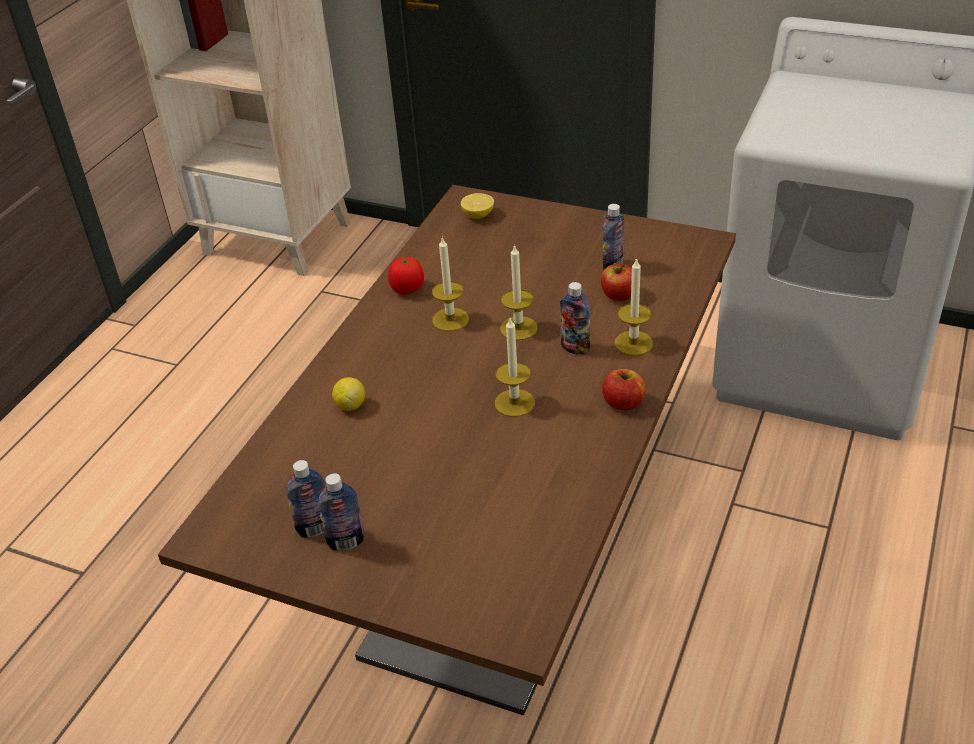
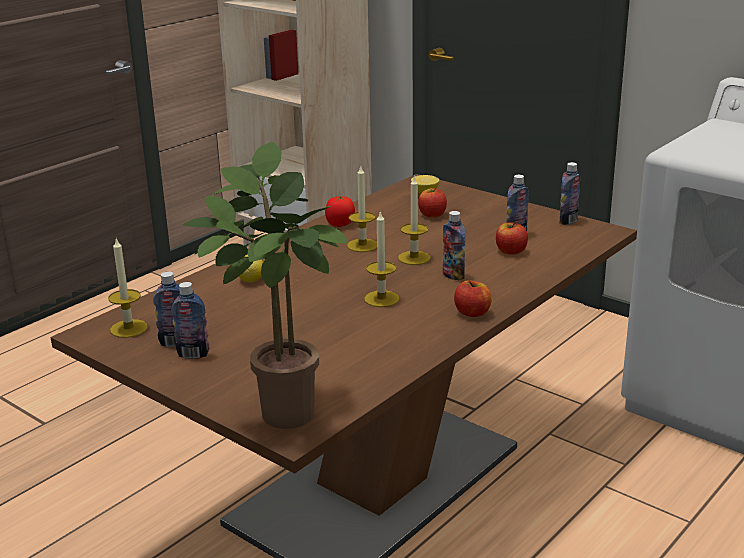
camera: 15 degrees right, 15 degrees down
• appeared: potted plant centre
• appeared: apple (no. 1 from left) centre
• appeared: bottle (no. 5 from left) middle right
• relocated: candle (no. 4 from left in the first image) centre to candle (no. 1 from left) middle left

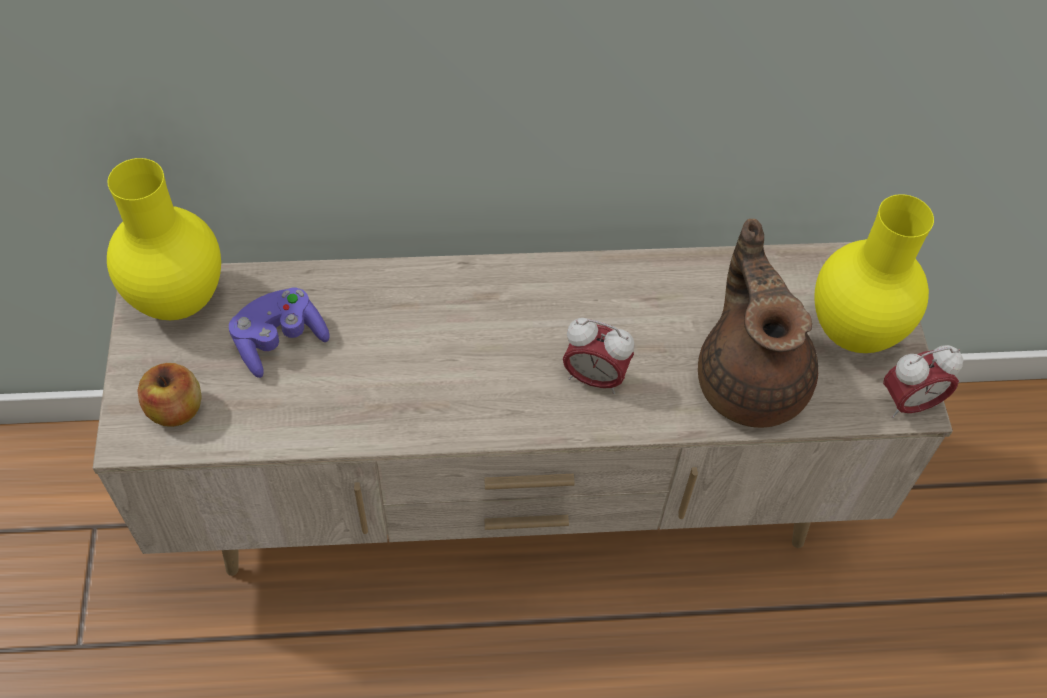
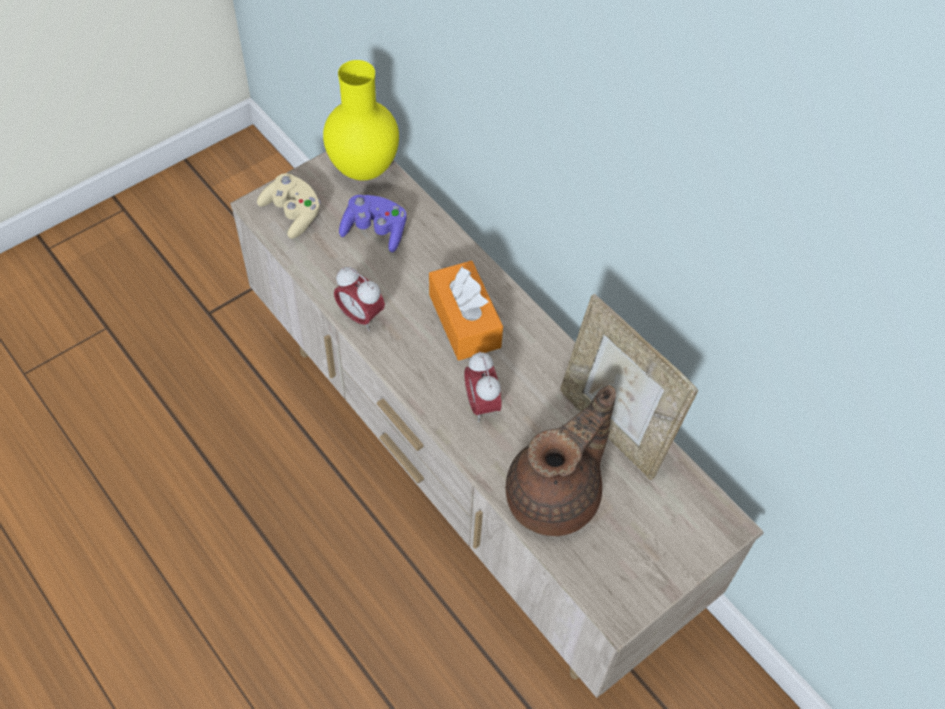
camera: 55 degrees right, 0 degrees up
• missing: yellow vase (no. 2 from left) middle right
• appeared: orange tissue box centre
• appeared: picture frame centre
• relocated: alarm clock (no. 2 from left in the first image) middle right to alarm clock (no. 1 from left) centre
• exchanged: apple middle left to beige game controller top left

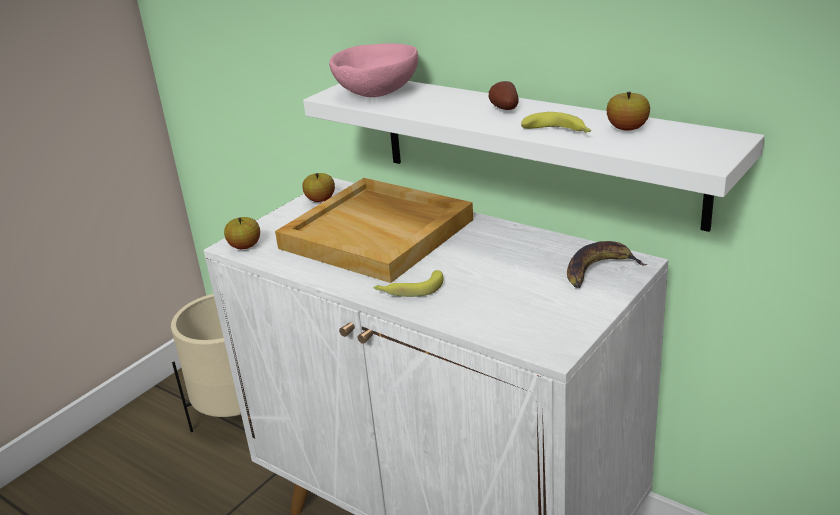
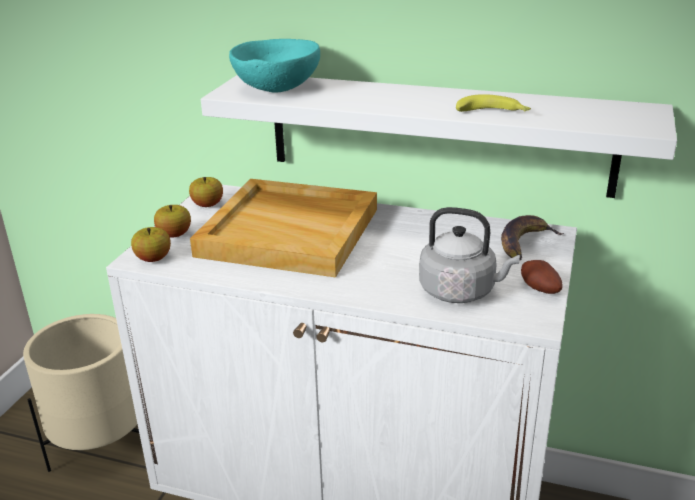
camera: 20 degrees left, 0 degrees up
• missing: banana (no. 1 from left) centre
• appeared: grey kettle middle right
• relocated: potato top centre to middle right
• relocated: apple (no. 3 from left in the first image) top right to apple (no. 2 from left) middle left
• colour: pink bowl top centre to turquoise bowl top centre

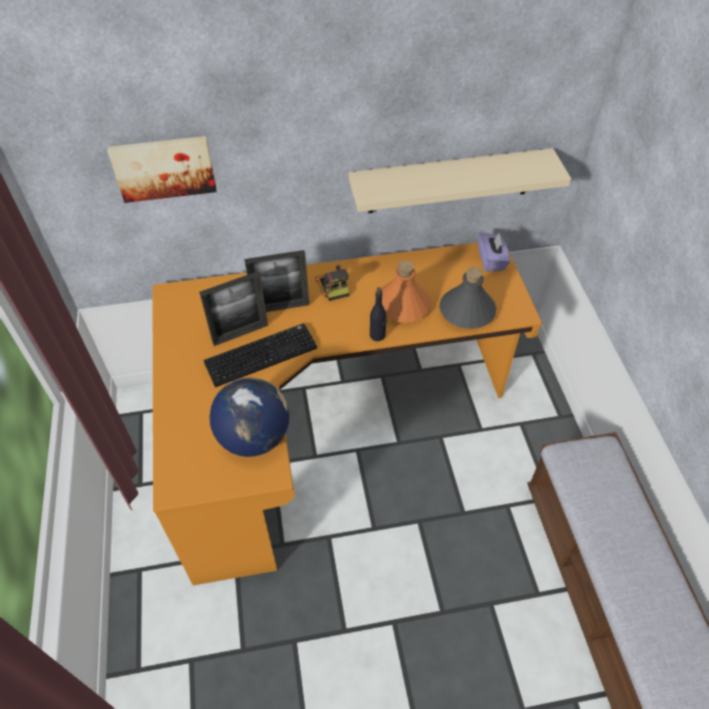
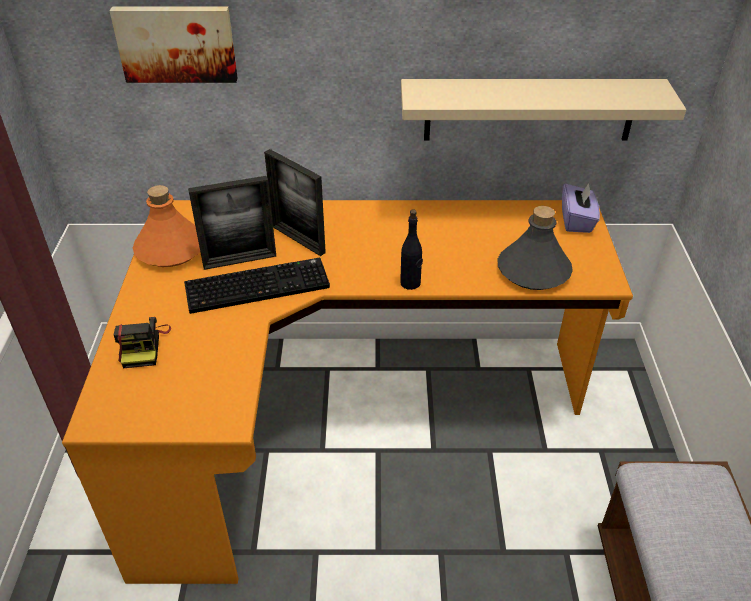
camera: 10 degrees right, 10 degrees down
• missing: globe centre
• relocated: photo camera centre to middle left
• relocated: orange bottle centre to middle left
• spun: picture frame (no. 2 from left) centre = centre 45 degrees clockwise

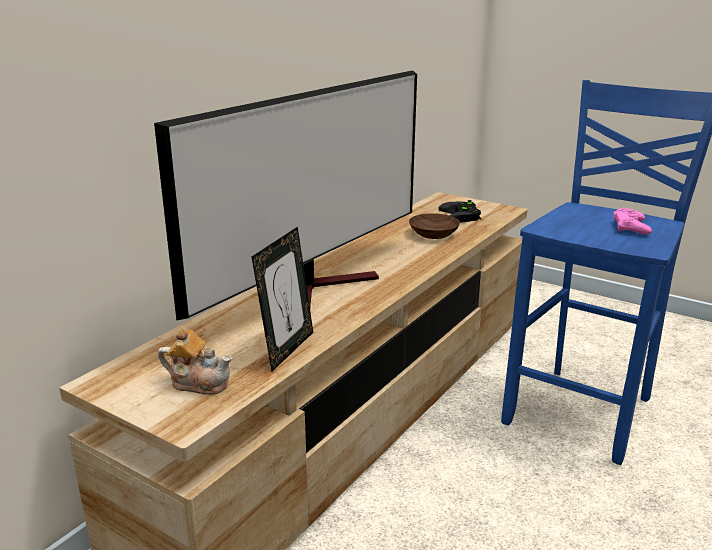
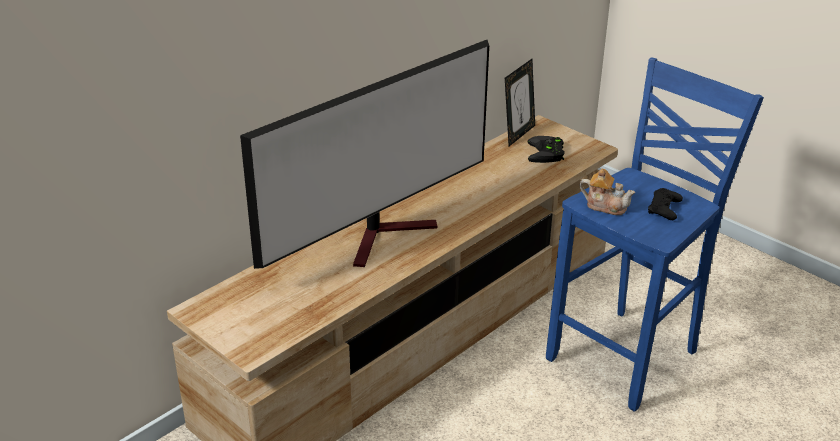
camera: 10 degrees right, 10 degrees up
• missing: brown bowl centre
• relocated: teapot middle left to middle right
• relocated: picture frame centre to top centre
• colour: pink game controller middle right to black game controller (no. 2 from left) middle right

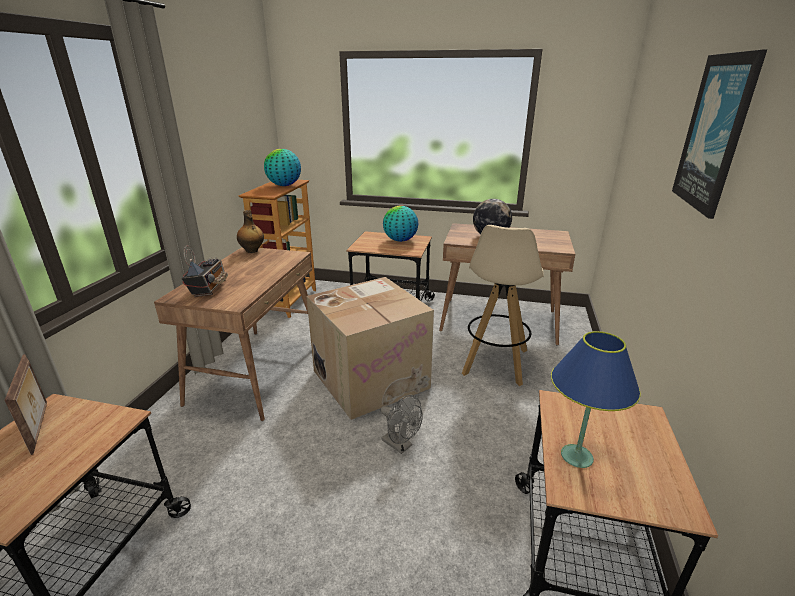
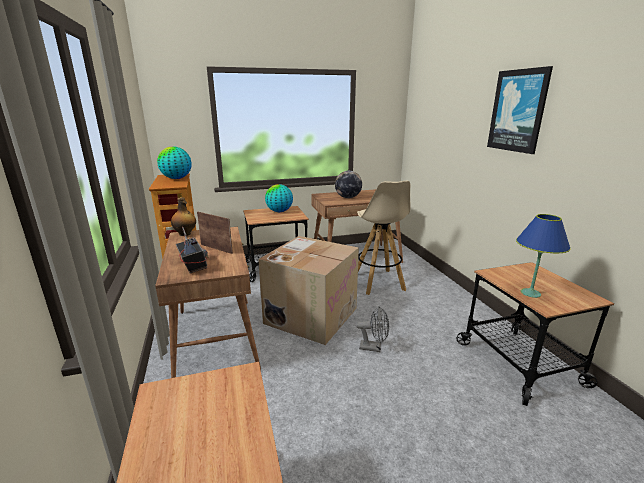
camera: 30 degrees left, 5 degrees down
• relocated: picture frame bottom left to centre

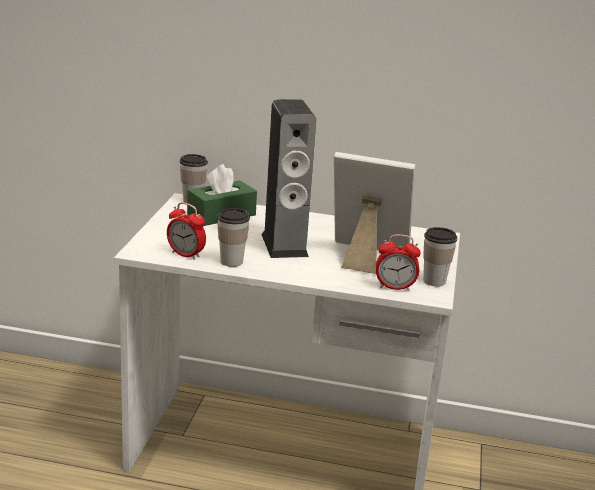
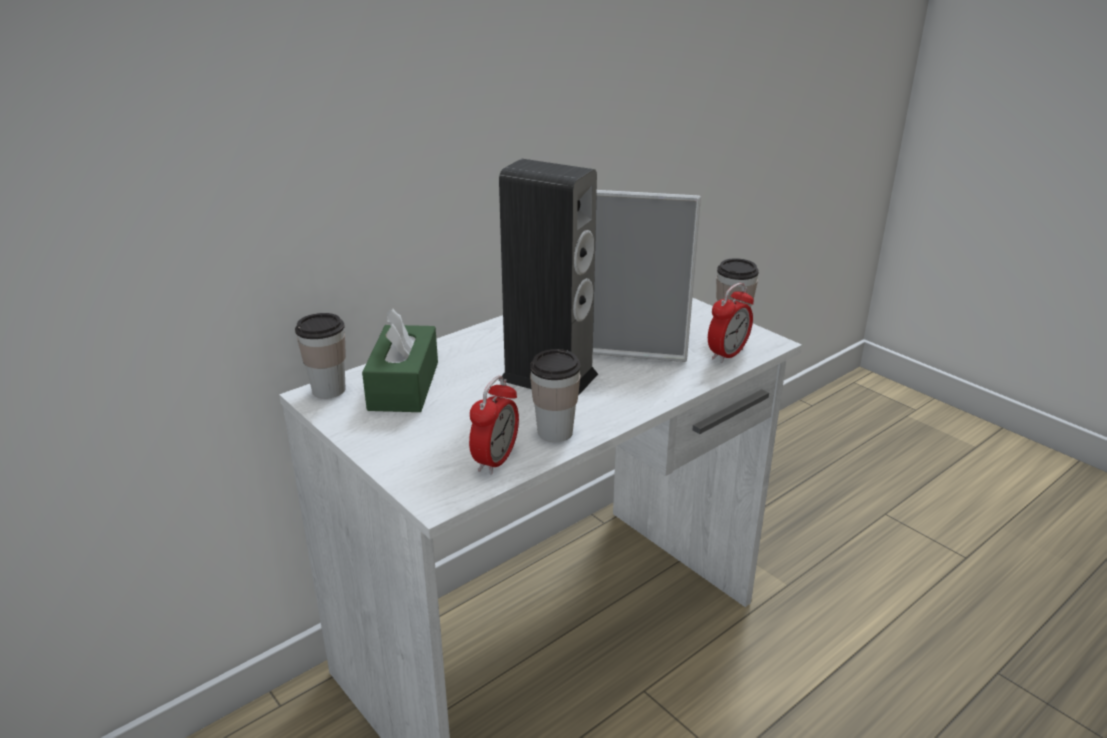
camera: 50 degrees left, 5 degrees up
• spun: alarm clock (no. 1 from left) middle left = centre 45 degrees counterclockwise
• spun: picture frame centre = centre 135 degrees counterclockwise

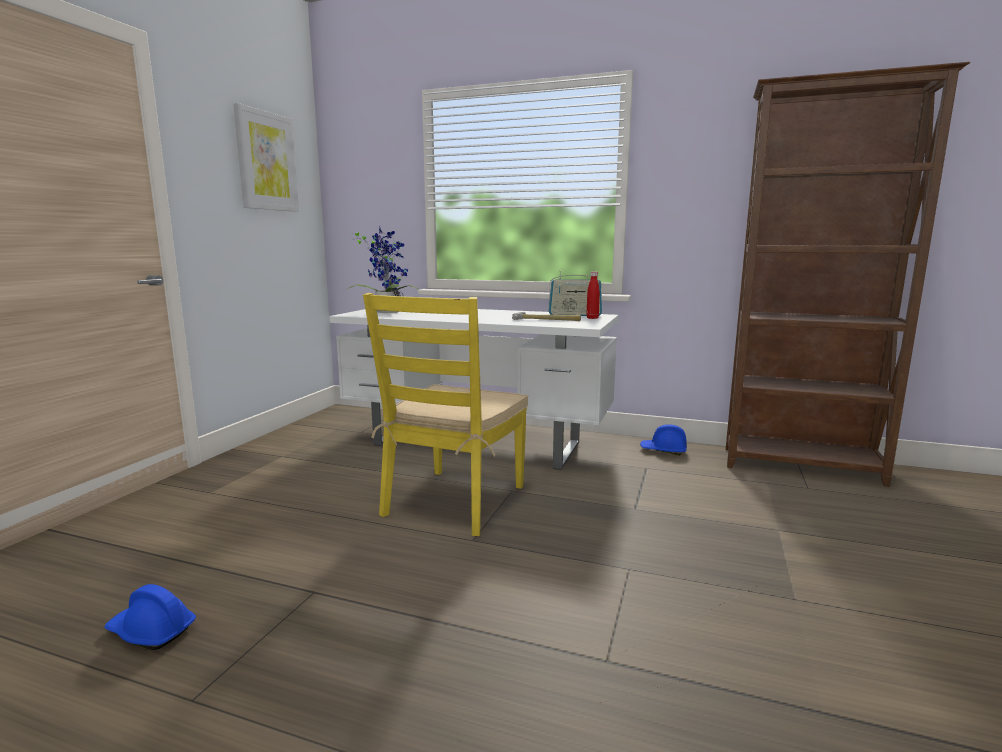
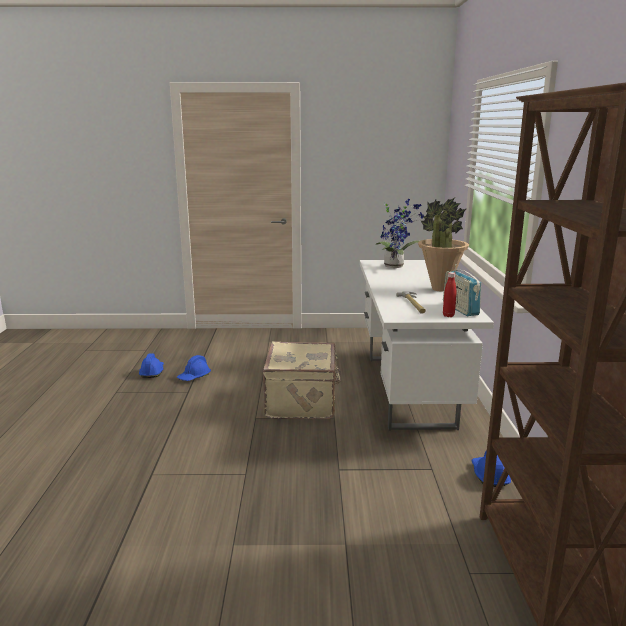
camera: 70 degrees right, 5 degrees up
• missing: picture top left
• appeared: blue hard hat (no. 2 from left) middle left
• appeared: potted plant (no. 2 from left) middle right
• exchanged: yellow chair centre to beige suitcase centre

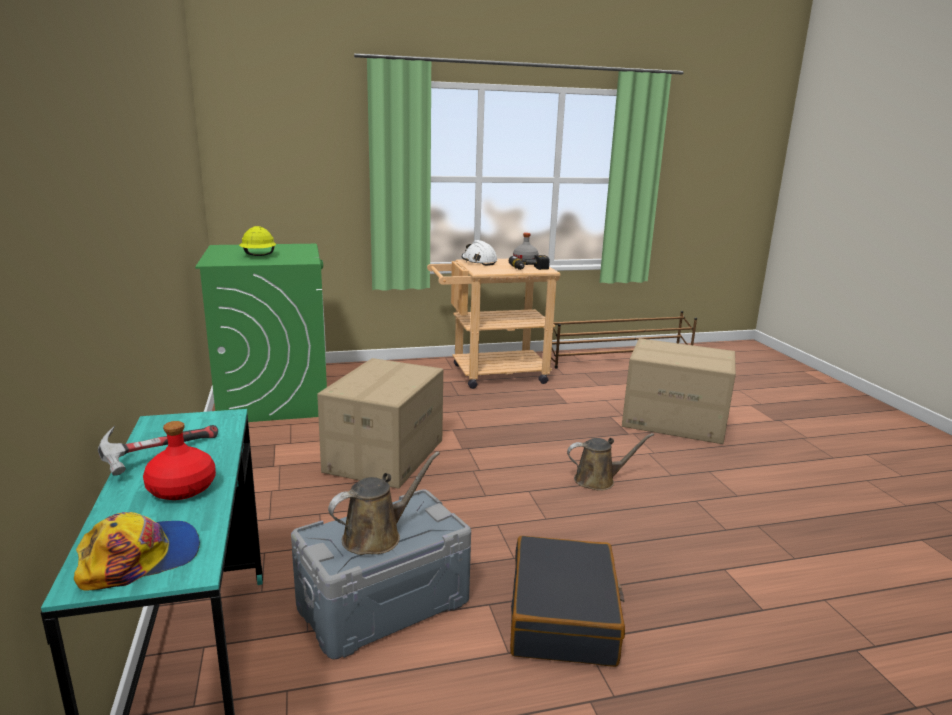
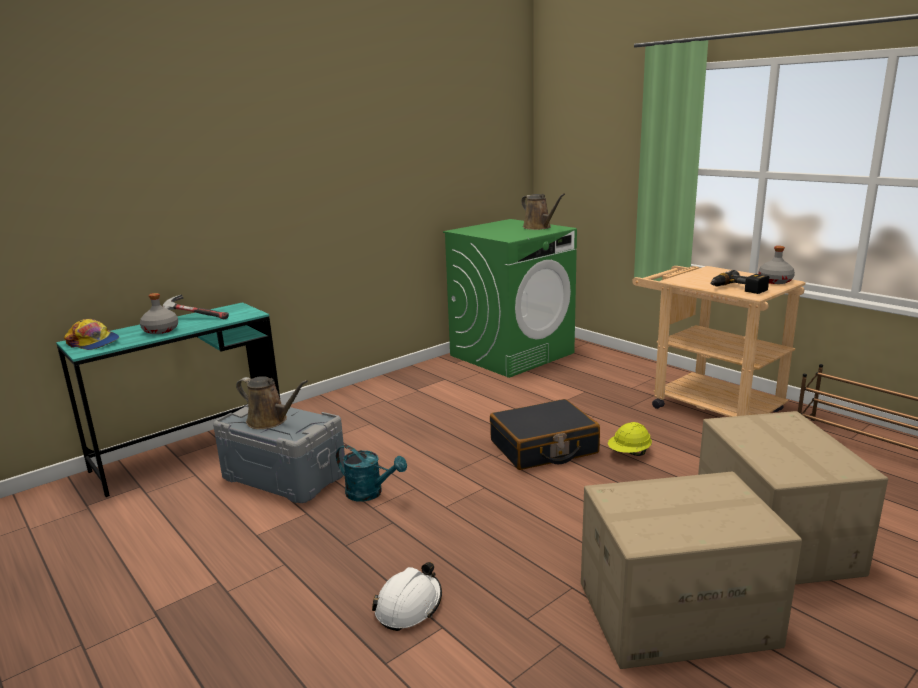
camera: 65 degrees right, 0 degrees up
• appeared: turquoise watering can bottom centre
• relocated: yellow hard hat middle left to middle right
• relocated: cardboard box (no. 1 from left) centre to bottom right
• relocated: white hard hat centre to bottom centre
• relocated: black suitcase bottom centre to centre
• relocated: brown watering can (no. 2 from left) centre to top centre
• colour: red bottle middle left to grey bottle (no. 1 from left) middle left

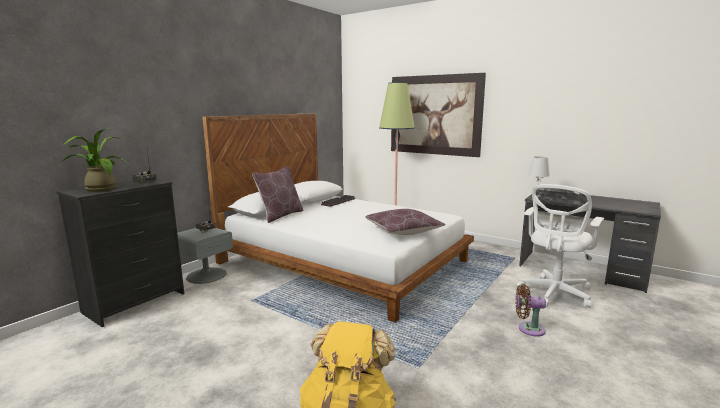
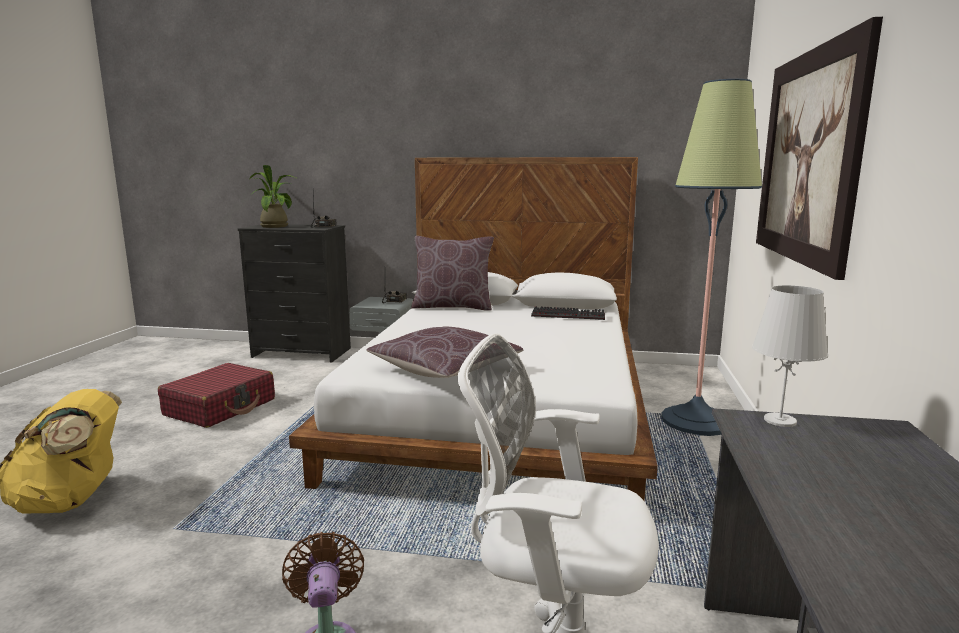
camera: 65 degrees right, 0 degrees up
• appeared: red suitcase middle left

